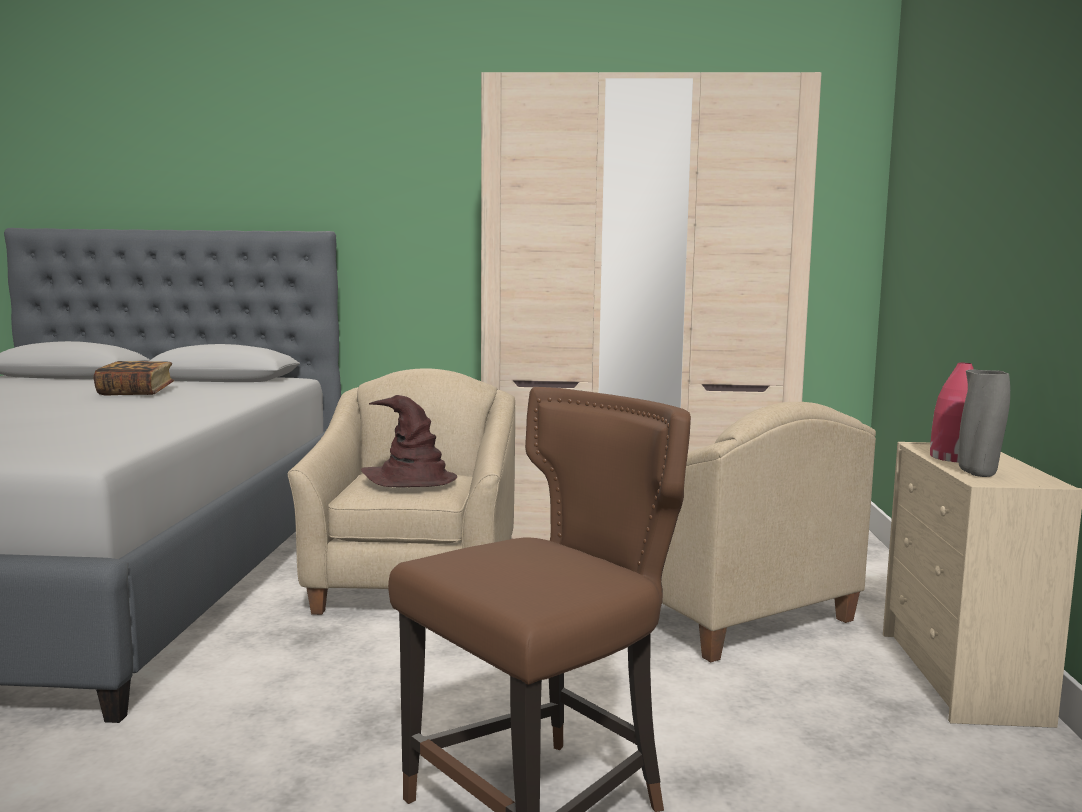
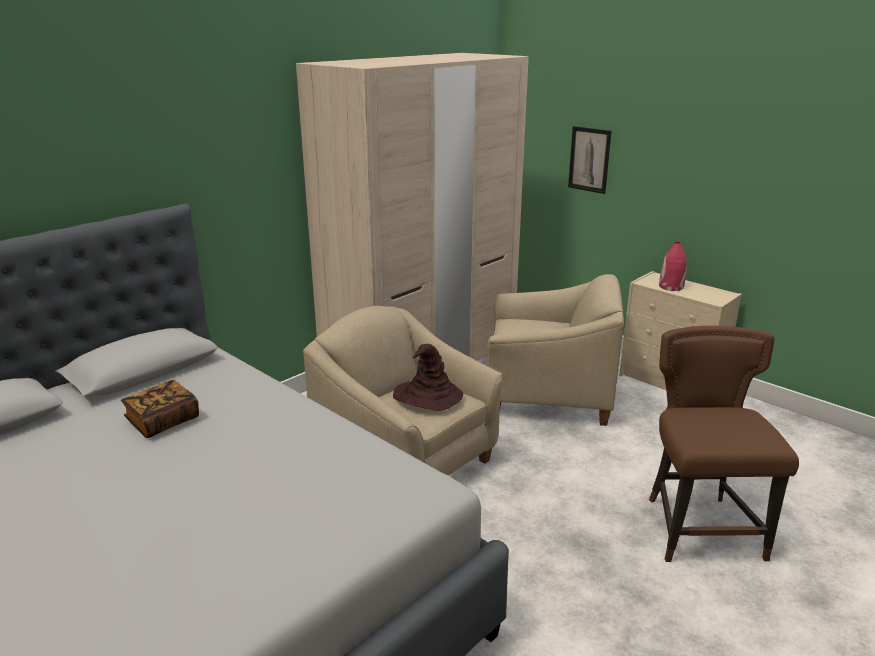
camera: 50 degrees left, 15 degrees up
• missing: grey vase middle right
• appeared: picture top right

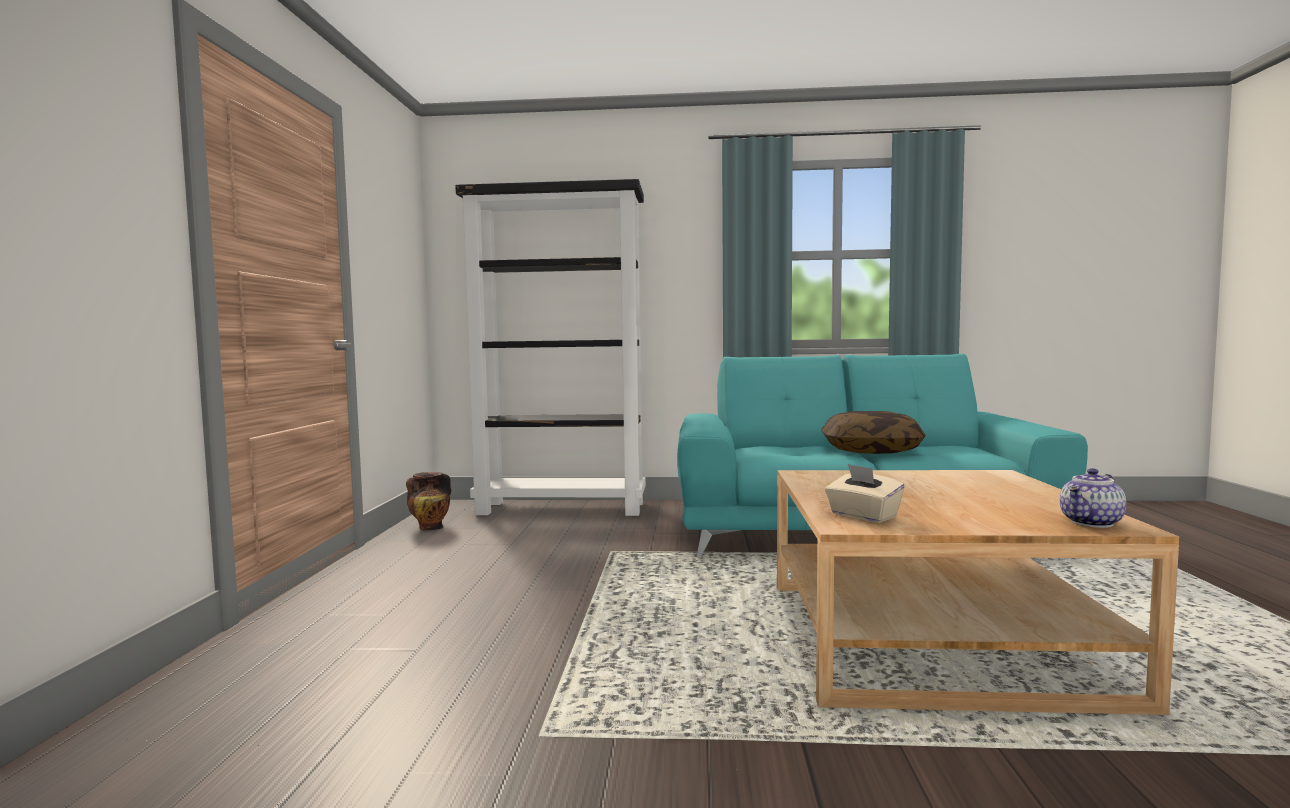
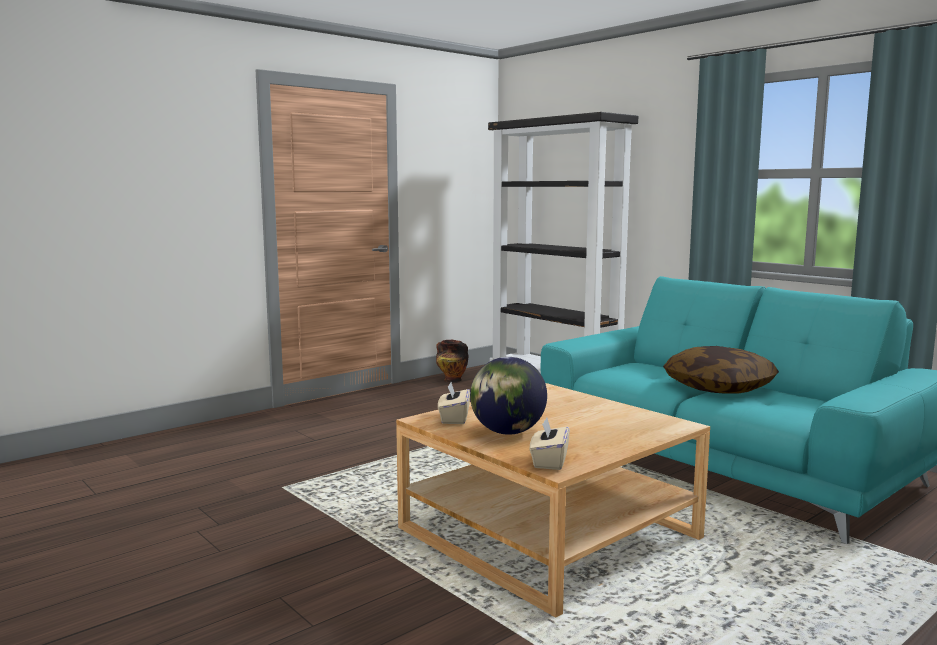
camera: 45 degrees right, 5 degrees up
• appeared: globe centre
• exchanged: teapot middle right to beige tissue box (no. 2 from left) bottom centre

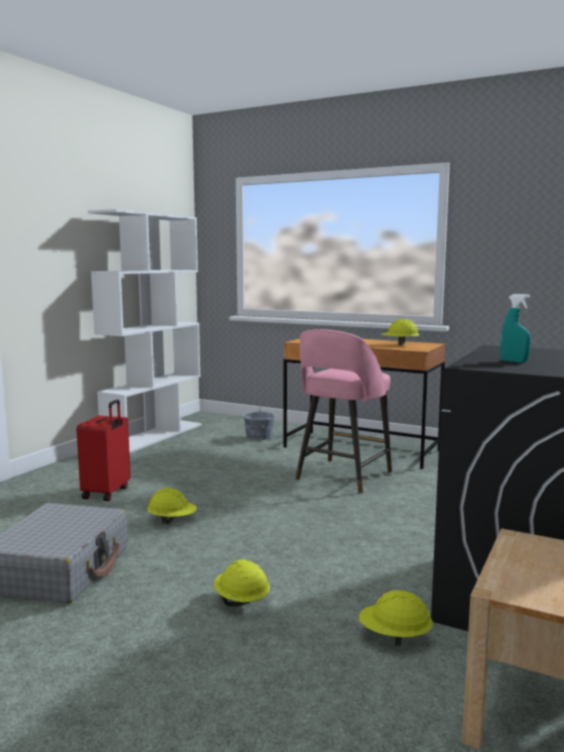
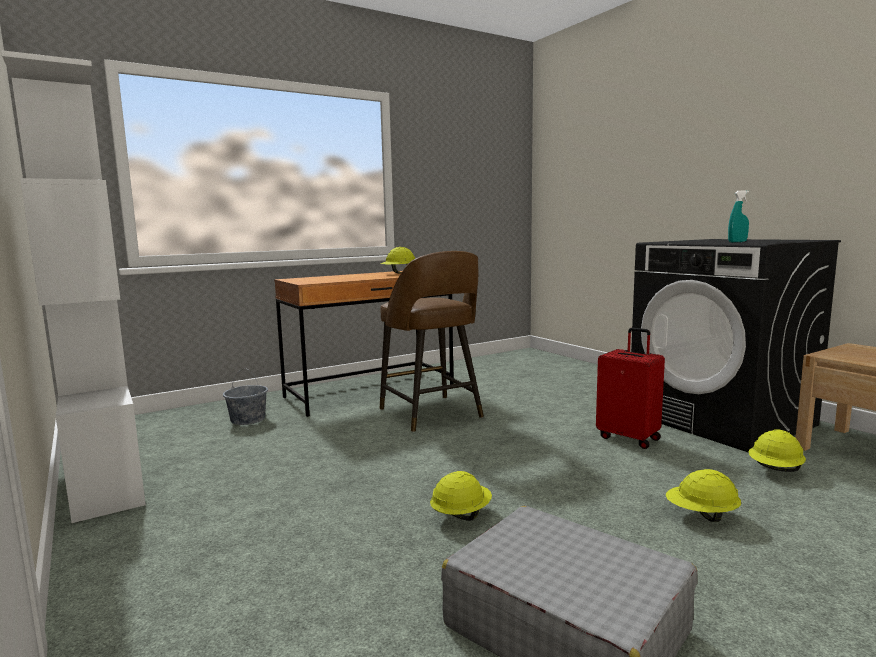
camera: 60 degrees left, 0 degrees up
• relocated: red suitcase middle left to middle right
• colour: pink stool centre to brown stool centre

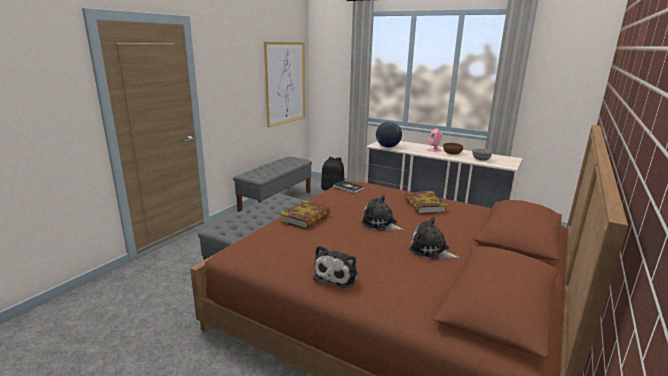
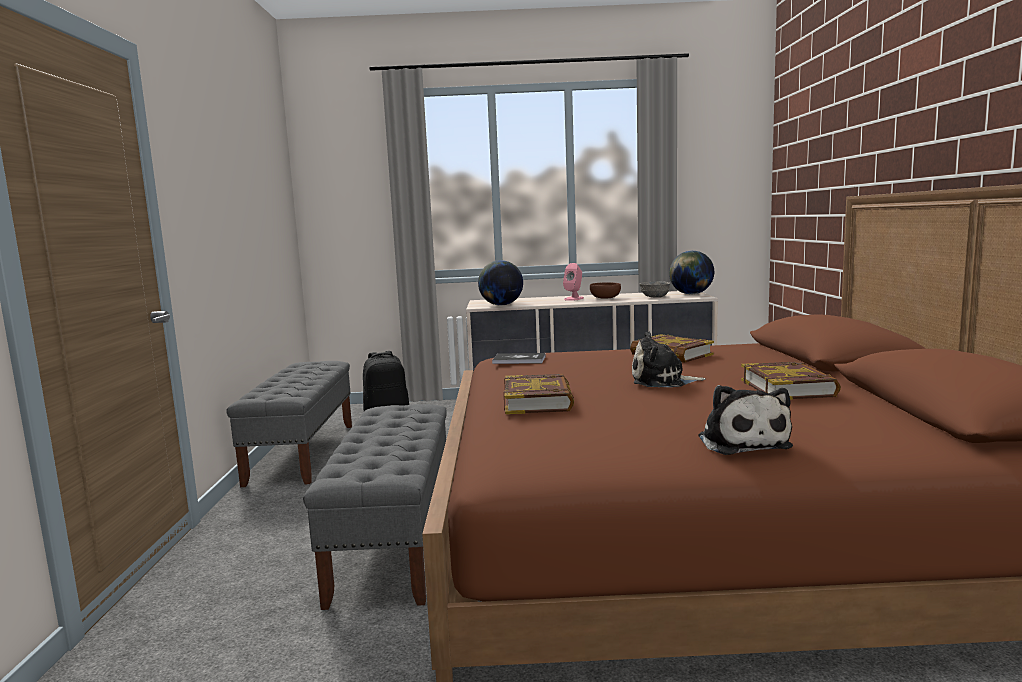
camera: 30 degrees left, 10 degrees down
• missing: picture top centre
• appeared: globe (no. 2 from left) middle right
• exchanged: plush toy (no. 3 from left) centre to book (no. 4 from left) middle right

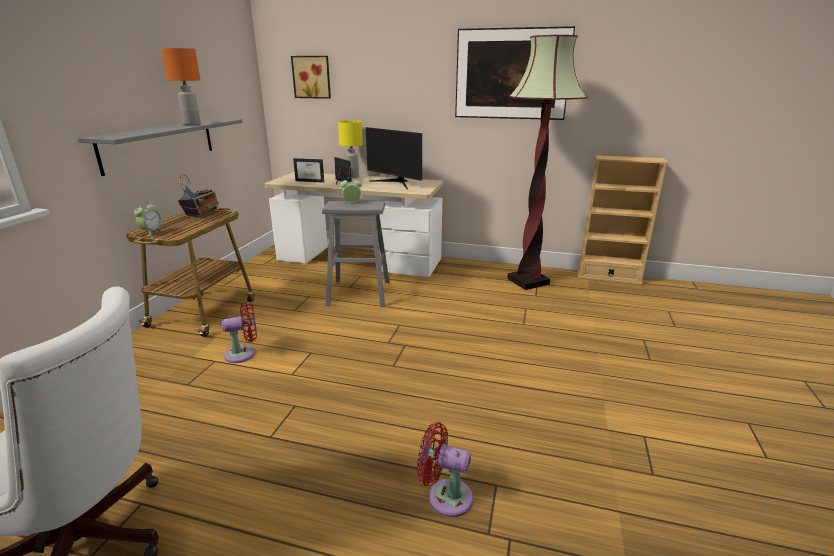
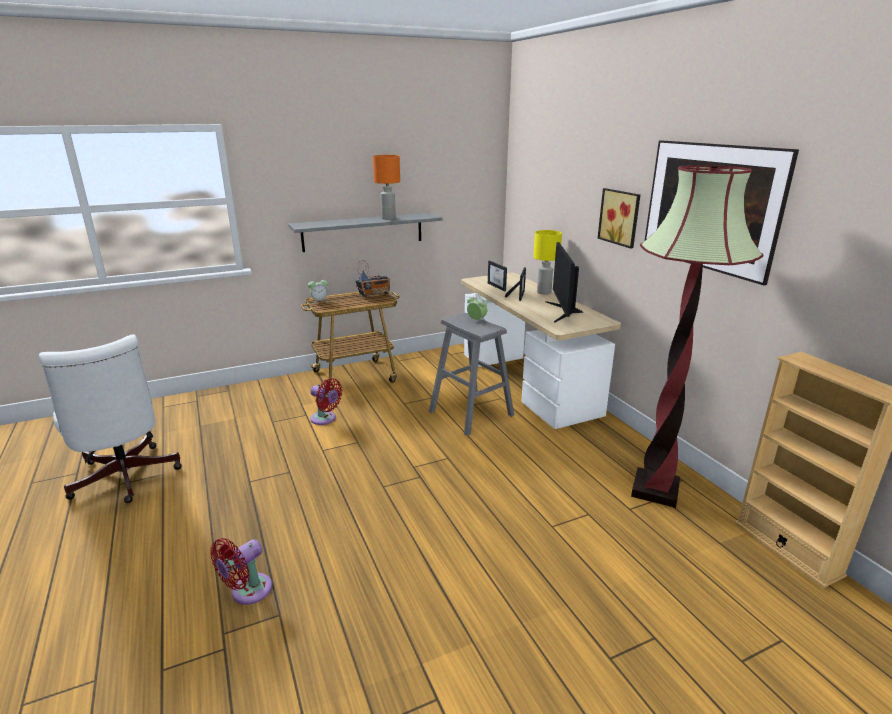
camera: 50 degrees right, 0 degrees up
• relocated: picture (no. 1 from left) top centre to top right
• spun: red fan (no. 2 from left in the first image) bottom centre = bottom left 120 degrees counterclockwise

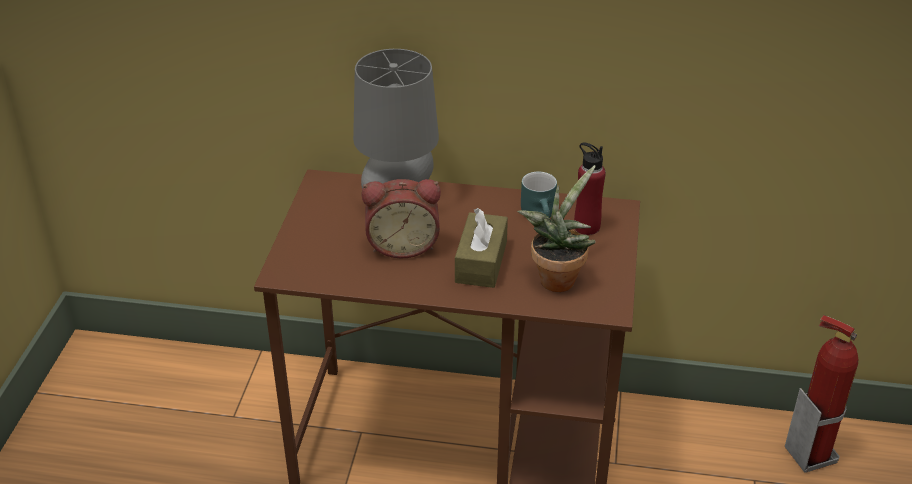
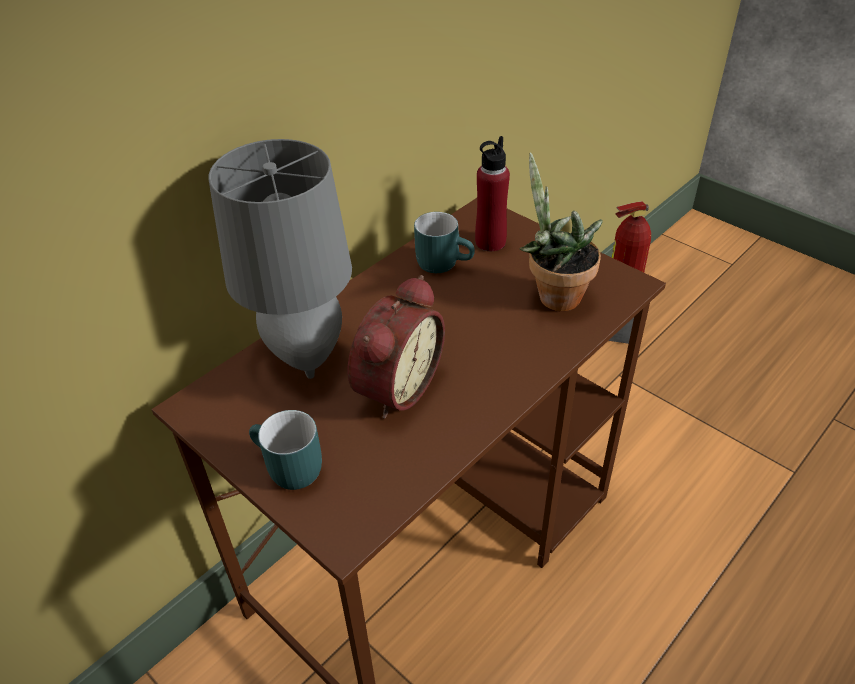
camera: 55 degrees left, 5 degrees up
• missing: brown tissue box centre
• appeared: turquoise mug (no. 1 from left) centre

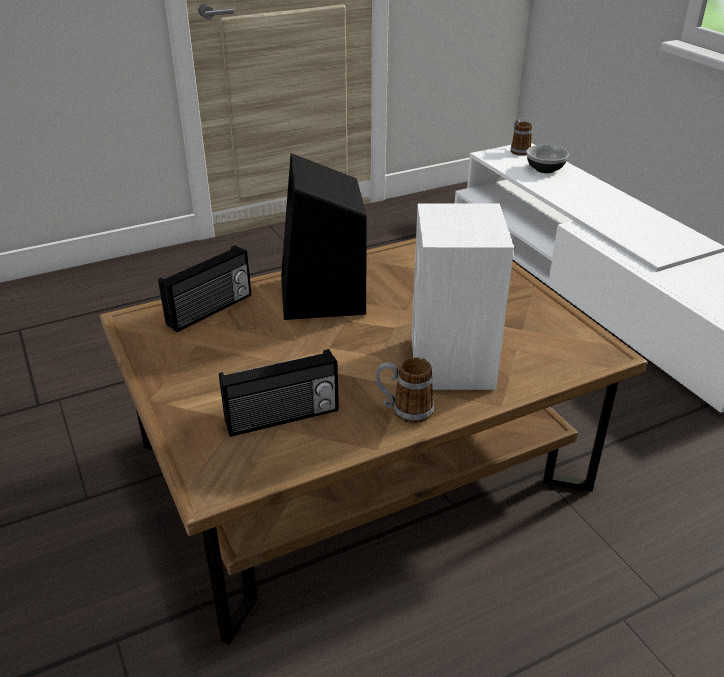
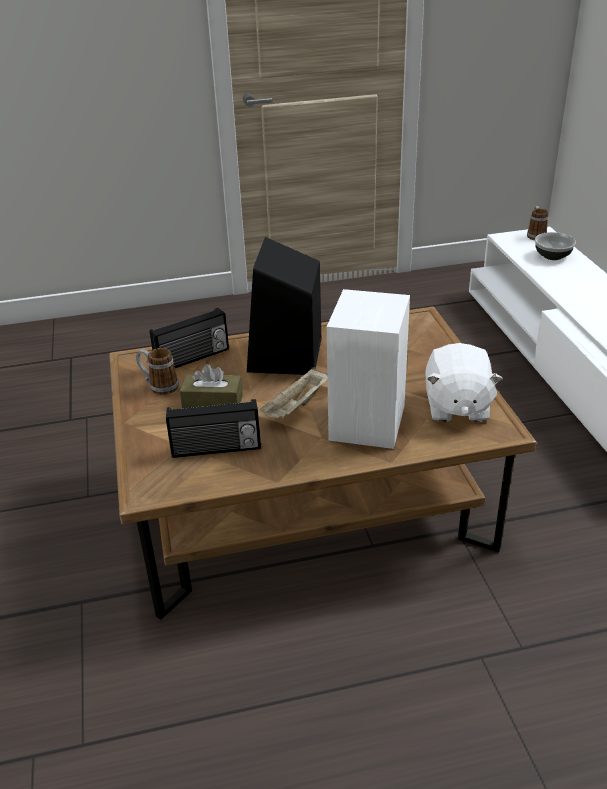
camera: 15 degrees right, 0 degrees up
• appeared: brown tissue box centre
• appeared: beige tray centre
• appeared: white plush toy middle right
• relocated: mug (no. 1 from left) centre to middle left

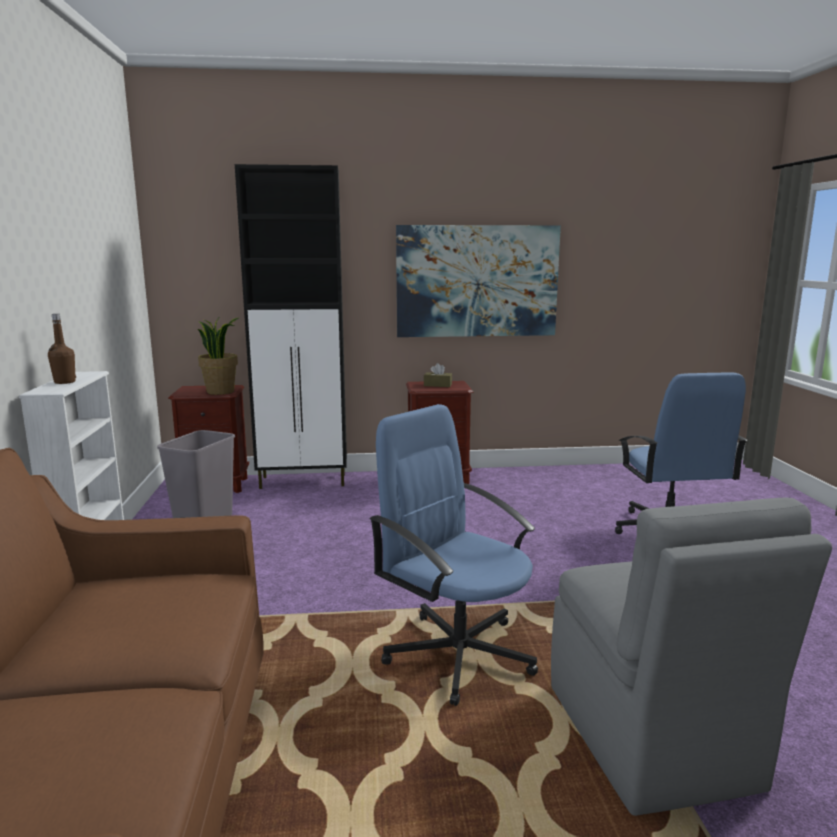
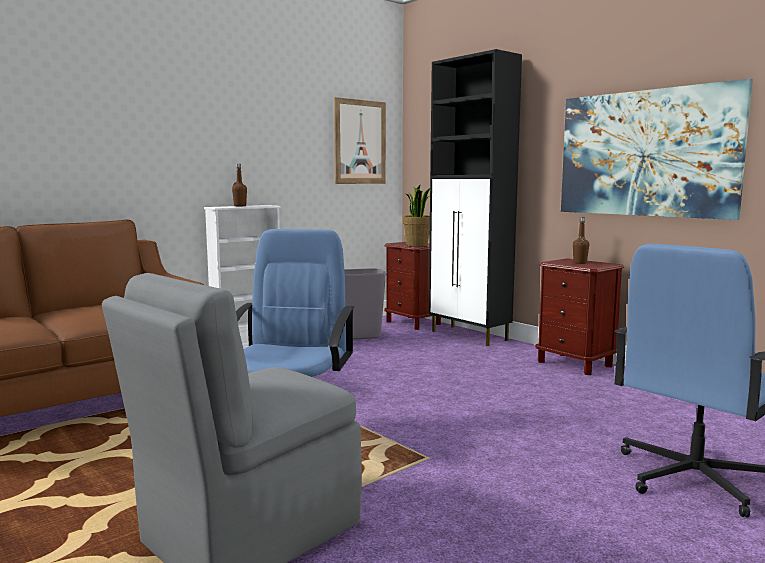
camera: 55 degrees right, 5 degrees down
• appeared: picture (no. 1 from left) top centre
• exchanged: brown tissue box centre to brown bottle (no. 2 from left) middle right

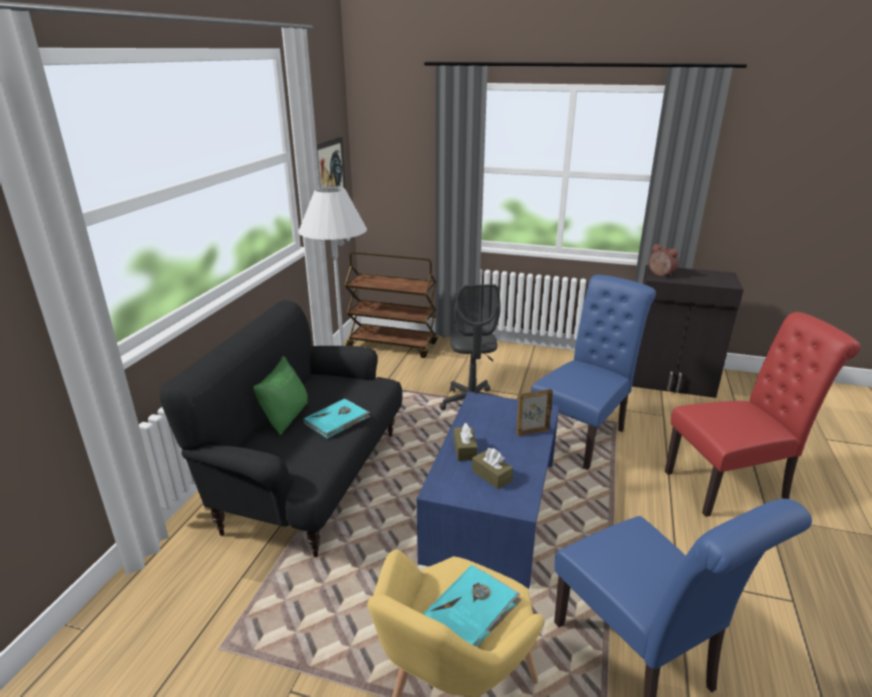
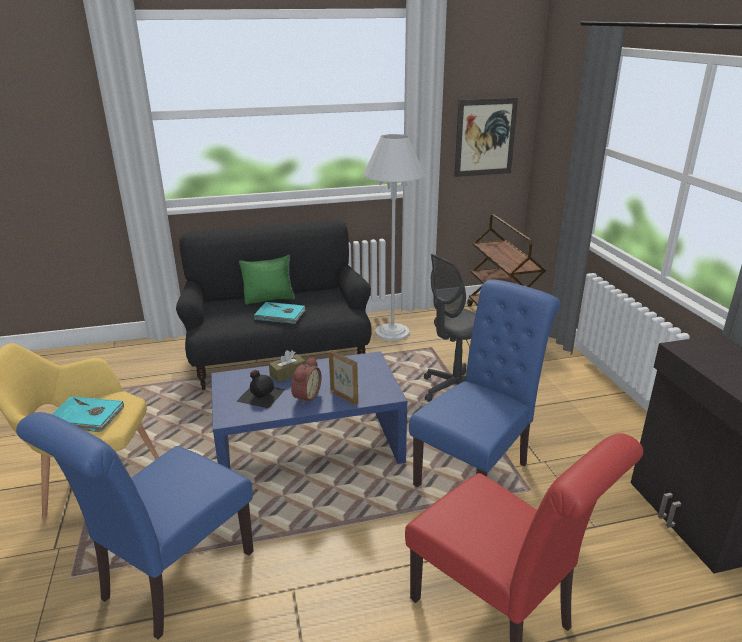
camera: 60 degrees right, 0 degrees up
• relocated: alarm clock middle right to centre
• exchanged: brown tissue box (no. 2 from left) bottom centre to black bottle centre
• spun: blue chair (no. 1 from left in the first image) middle right = centre 60 degrees counterclockwise

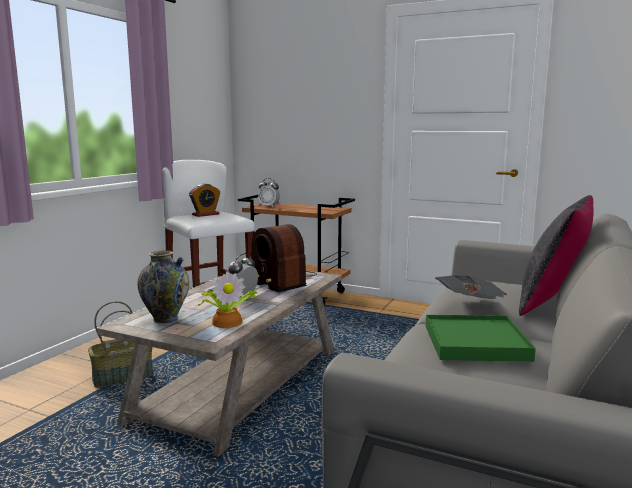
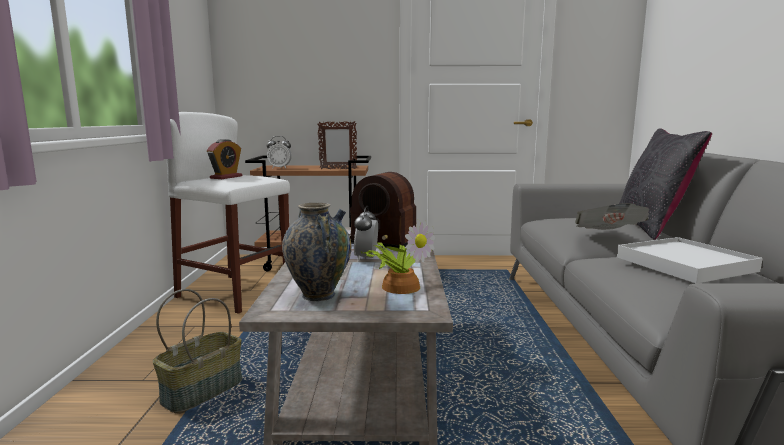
camera: 25 degrees left, 0 degrees up
• appeared: picture frame top centre
• colour: green tray bottom right to white tray middle right

